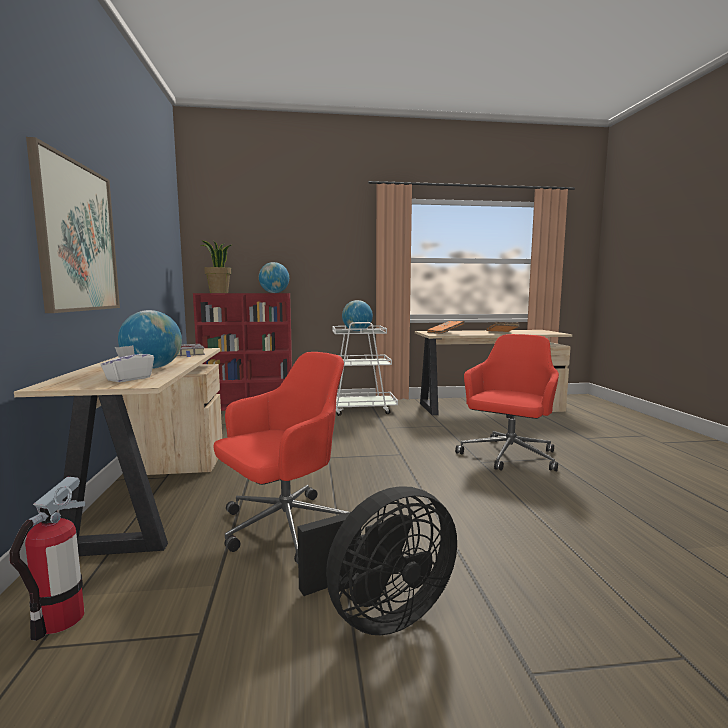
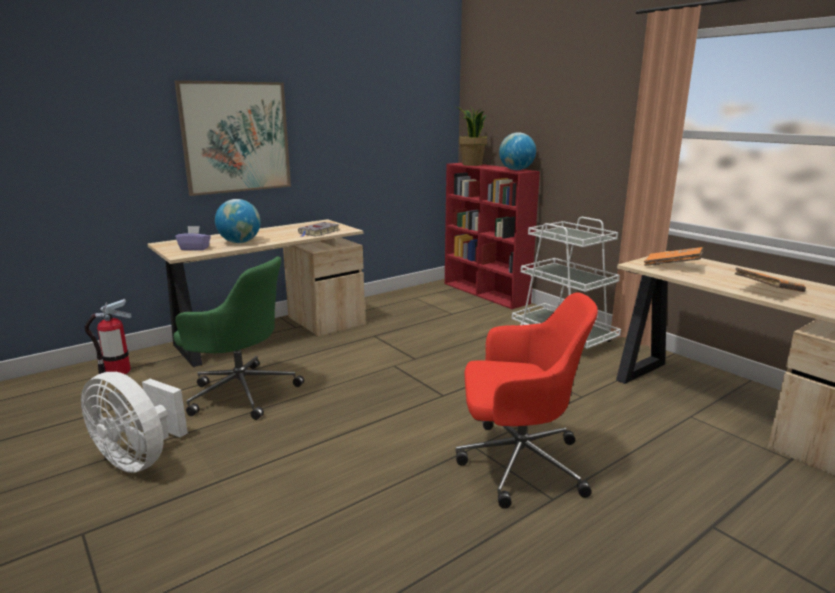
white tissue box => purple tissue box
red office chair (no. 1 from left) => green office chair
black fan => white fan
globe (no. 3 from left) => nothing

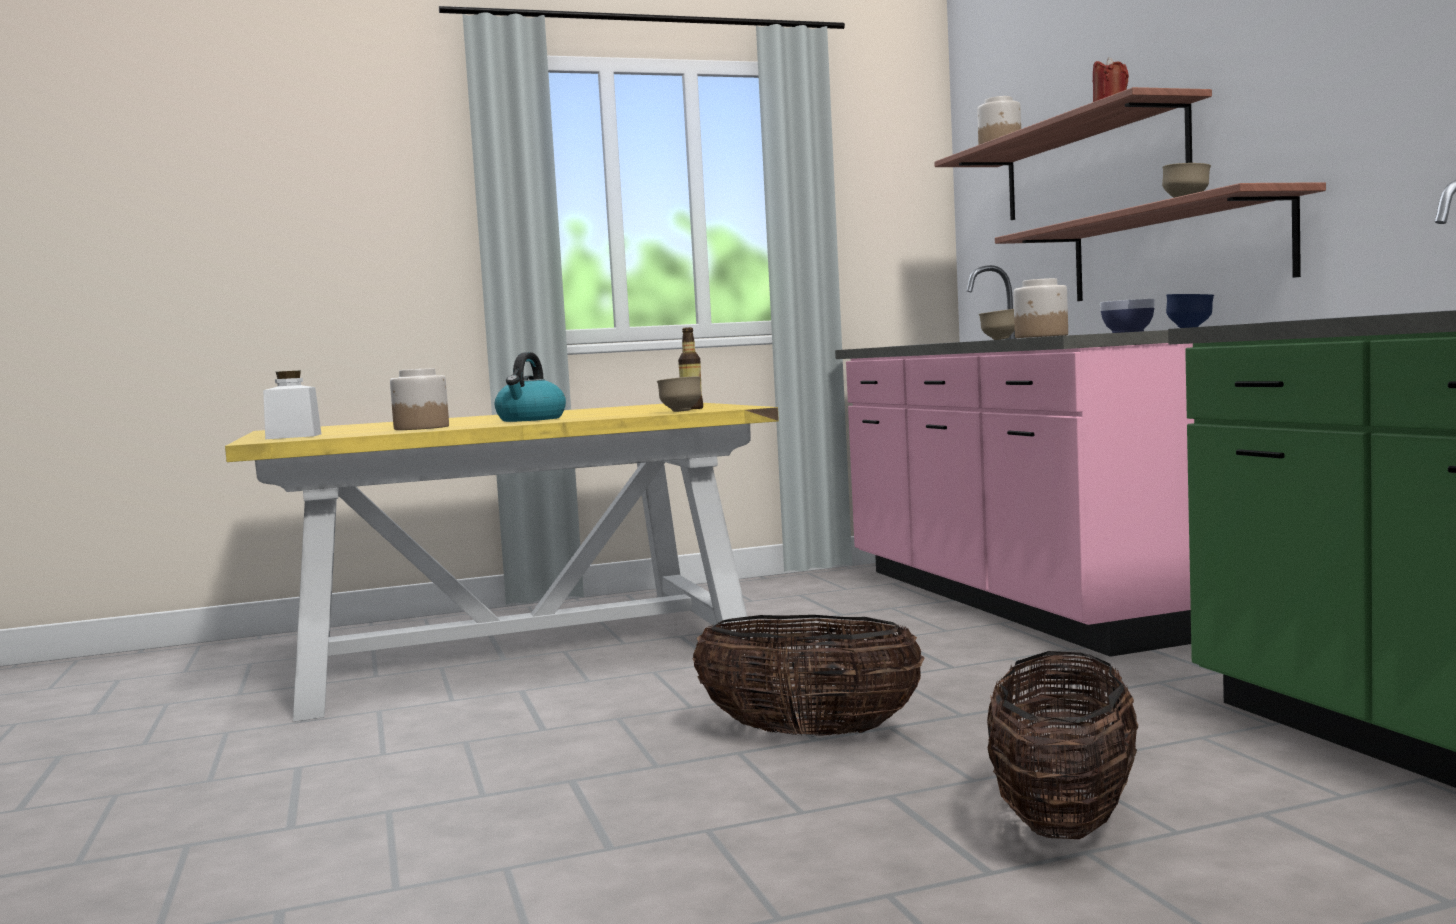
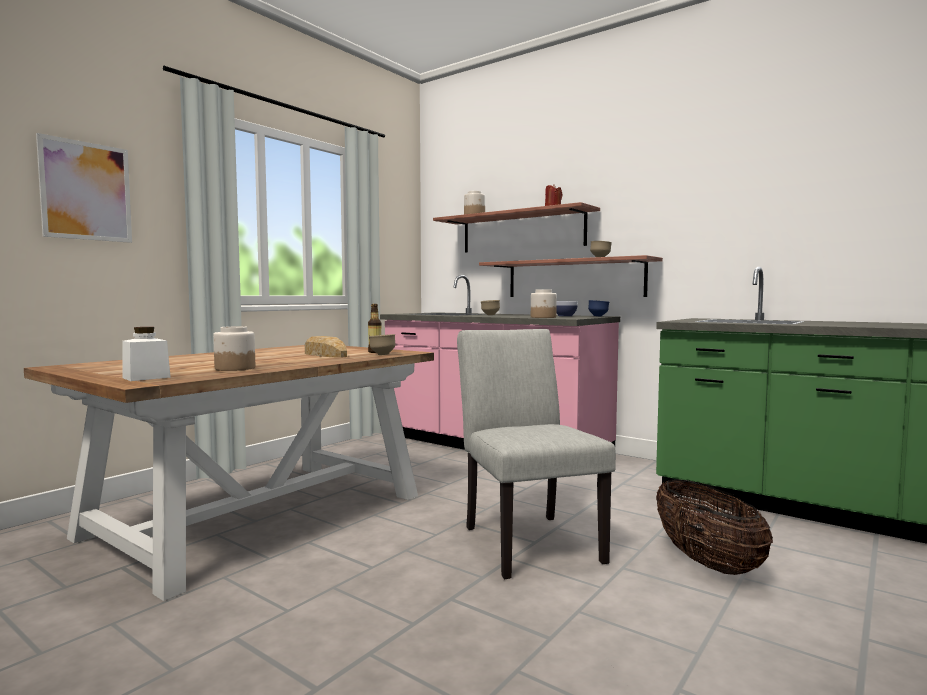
yellow dining table => brown dining table
kettle => nothing
basket (no. 1 from left) => grey chair
nothing => picture
nothing => bread

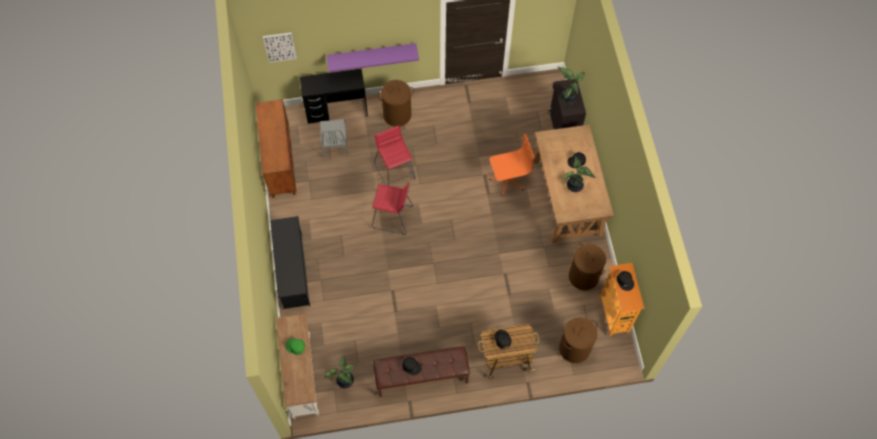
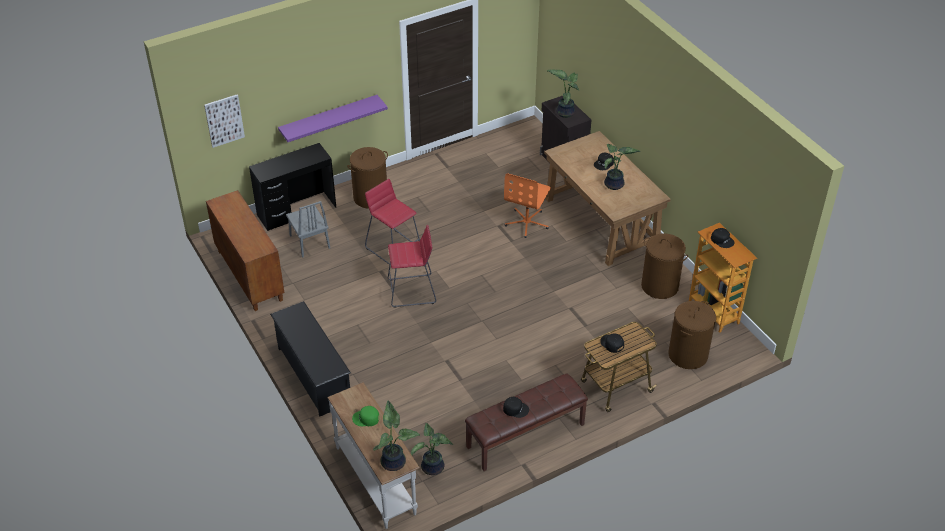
orange office chair, 150 degrees clockwise
nothing => potted plant (no. 1 from left)

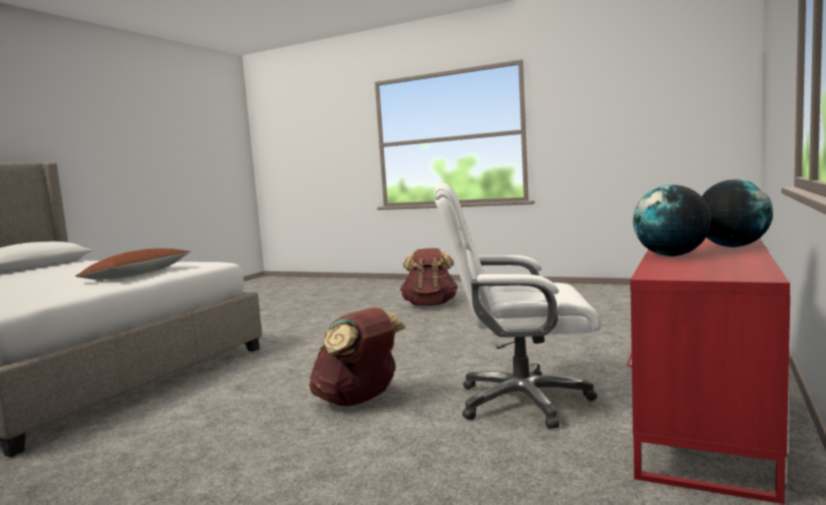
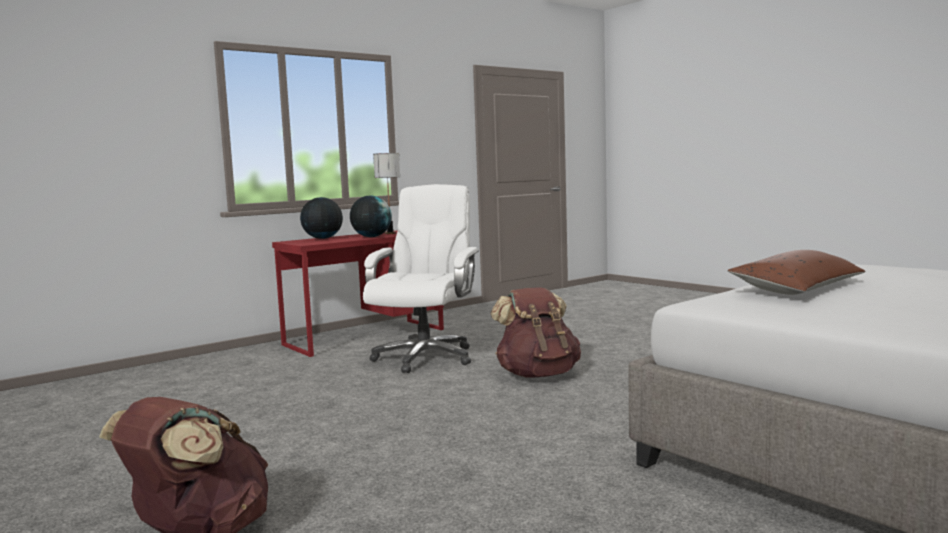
white office chair, 105 degrees counterclockwise
nothing => table lamp

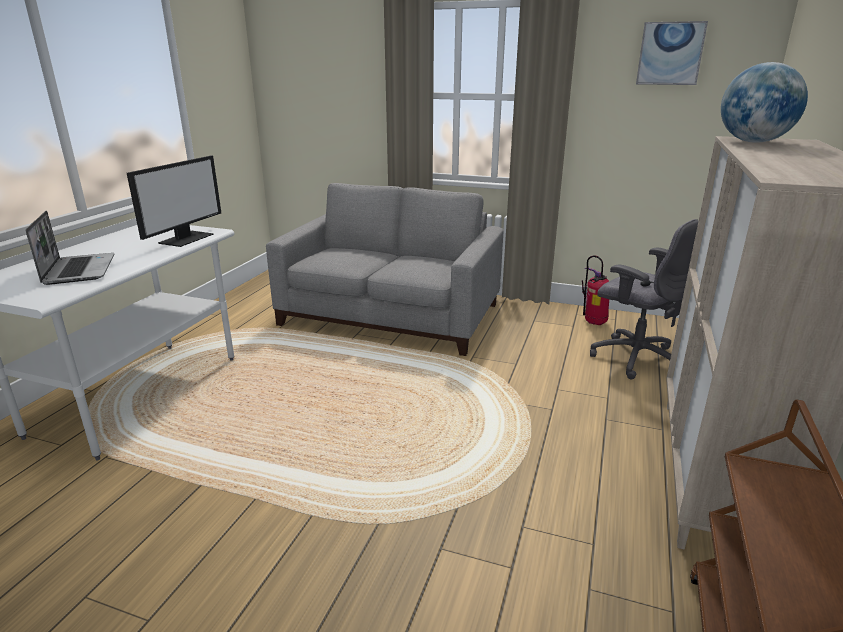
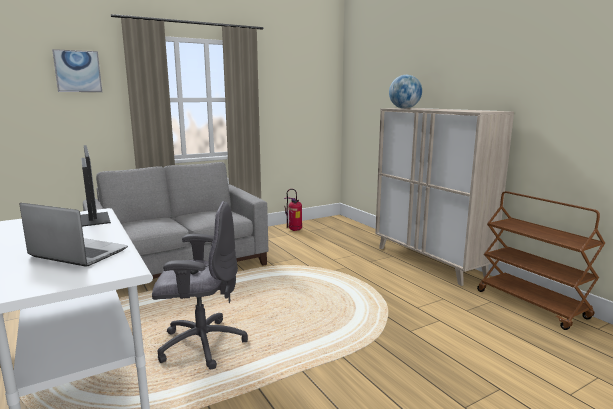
grey office chair, shifted
picture, shifted

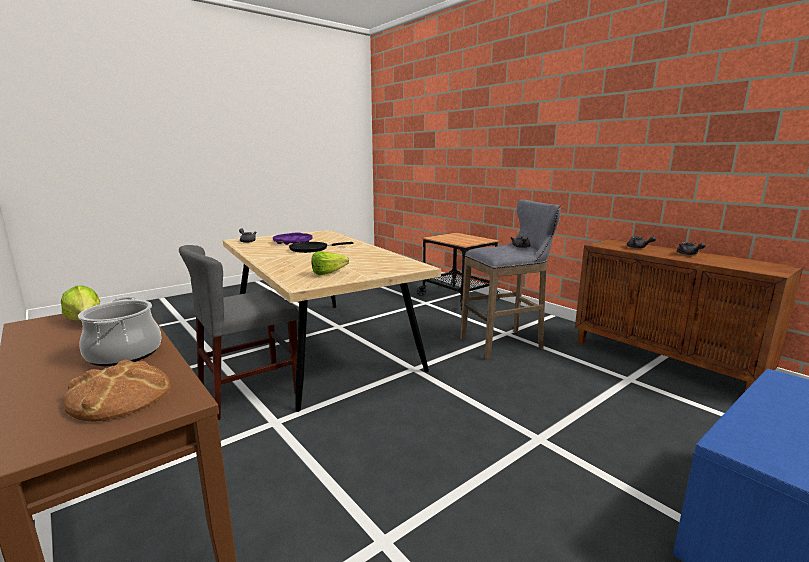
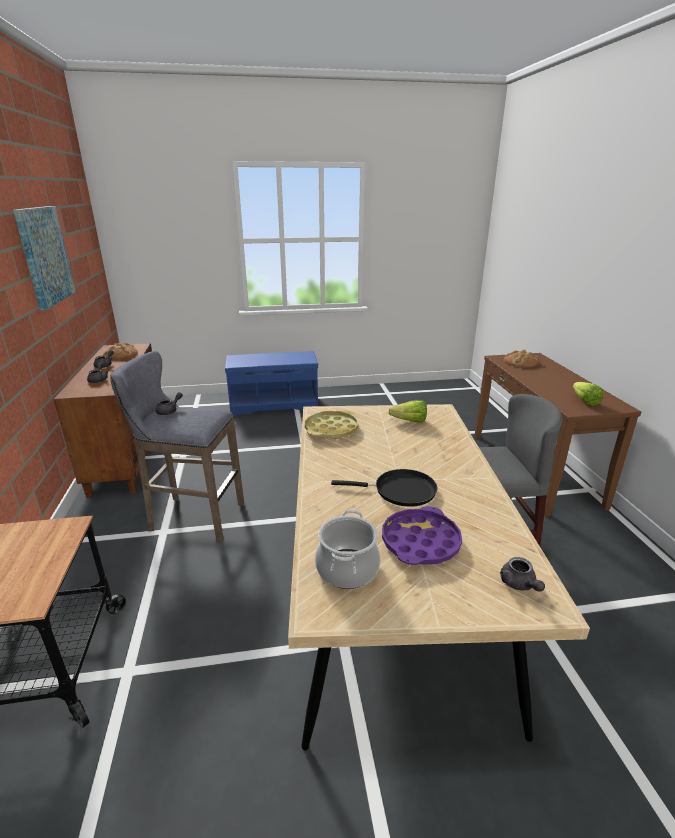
cooking pot, shifted
nothing => picture
nothing => bread (no. 1 from left)
nothing => yellow tray

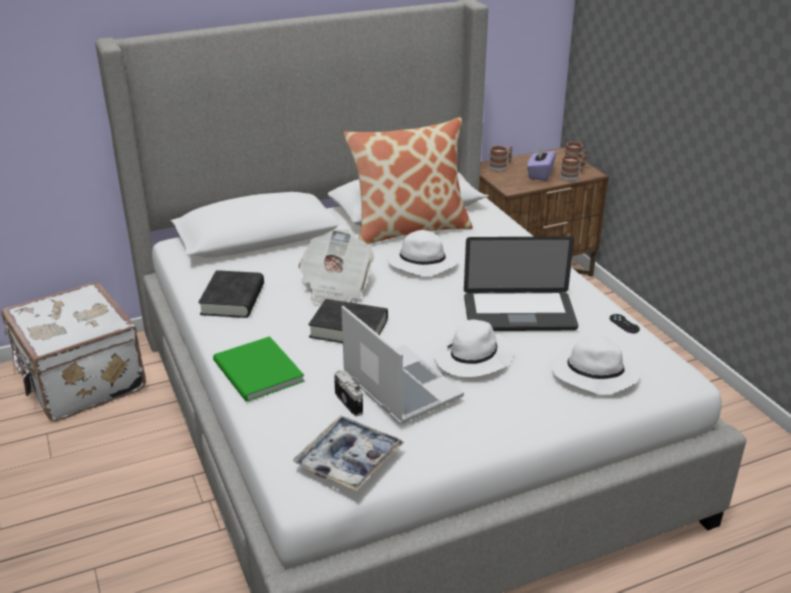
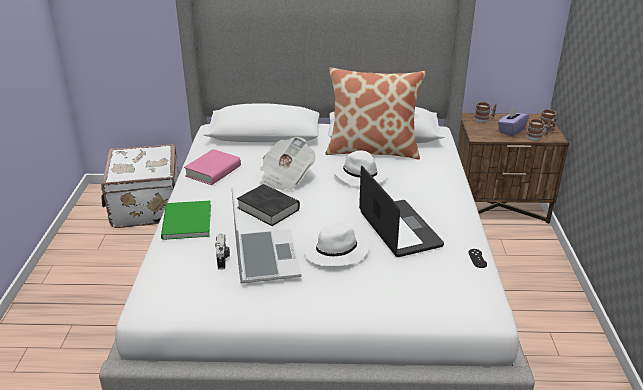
black book (no. 1 from left) => pink book
tray => nothing
laptop (no. 2 from left), 135 degrees counterclockwise
white hat (no. 3 from left) => nothing

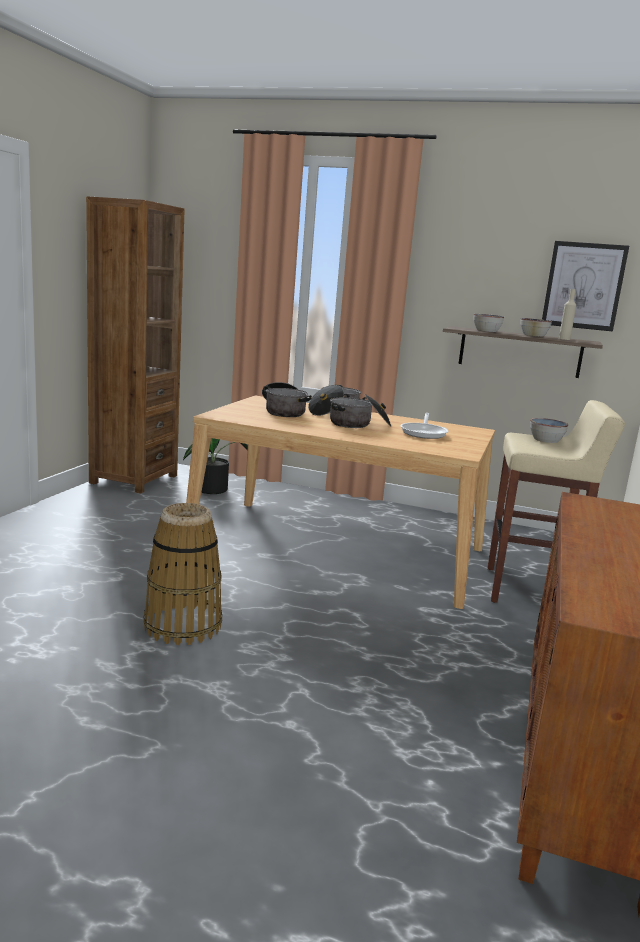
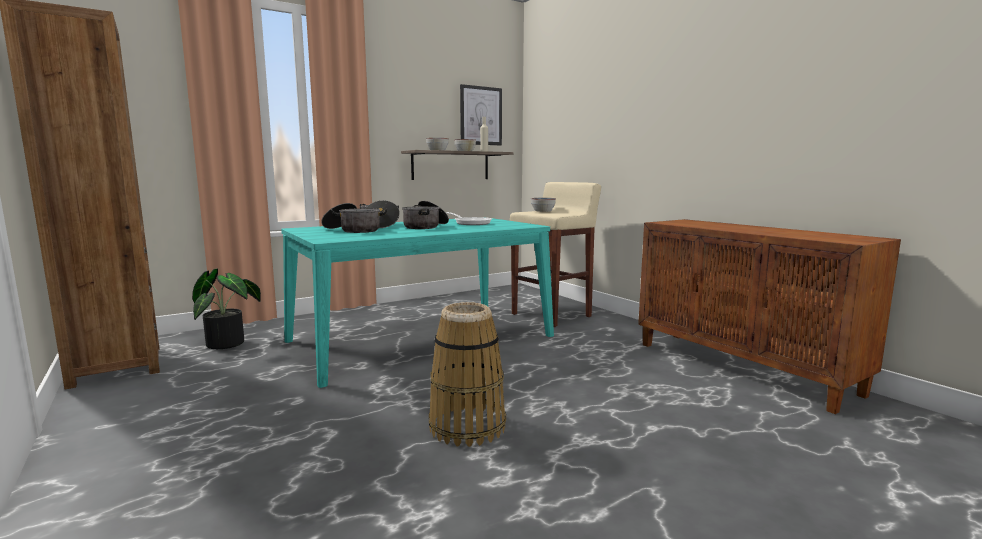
beige dining table => turquoise dining table

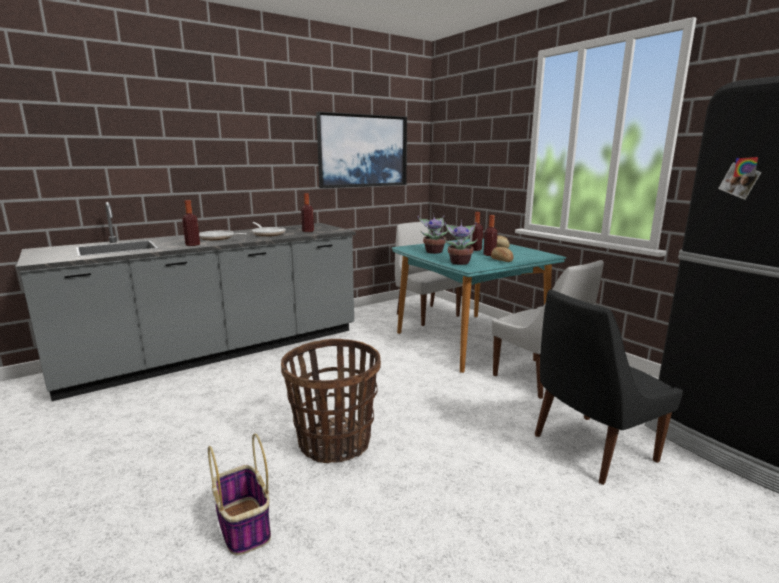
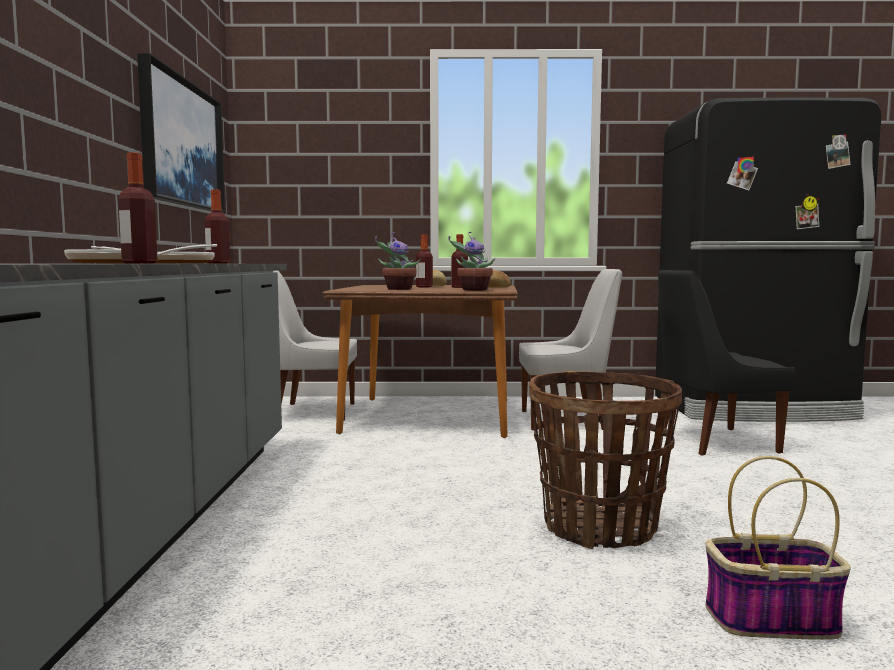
turquoise dining table => brown dining table
black chair, 75 degrees clockwise

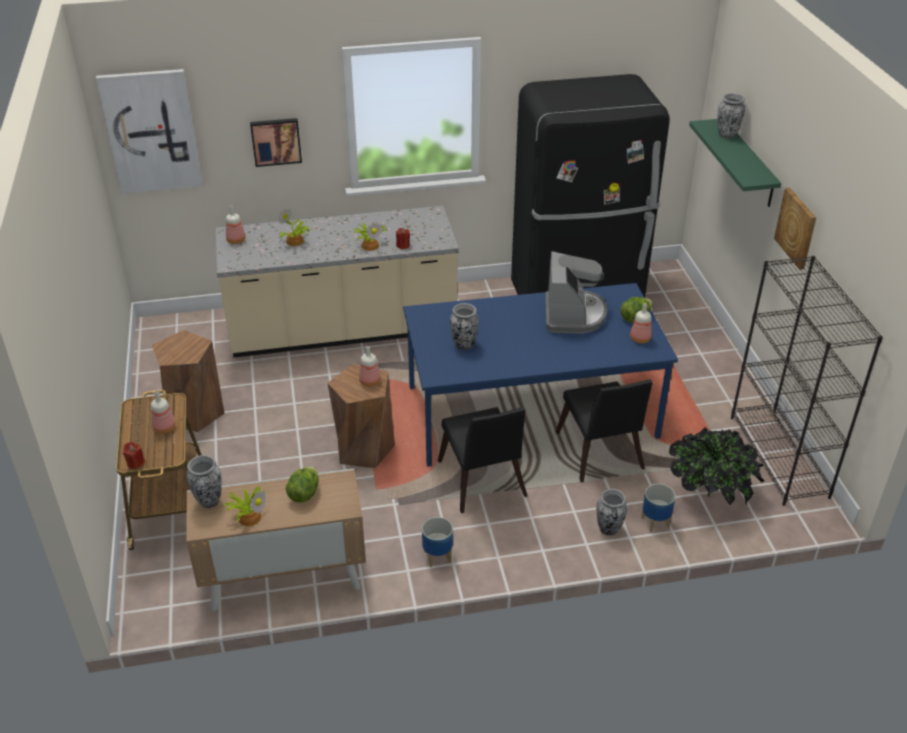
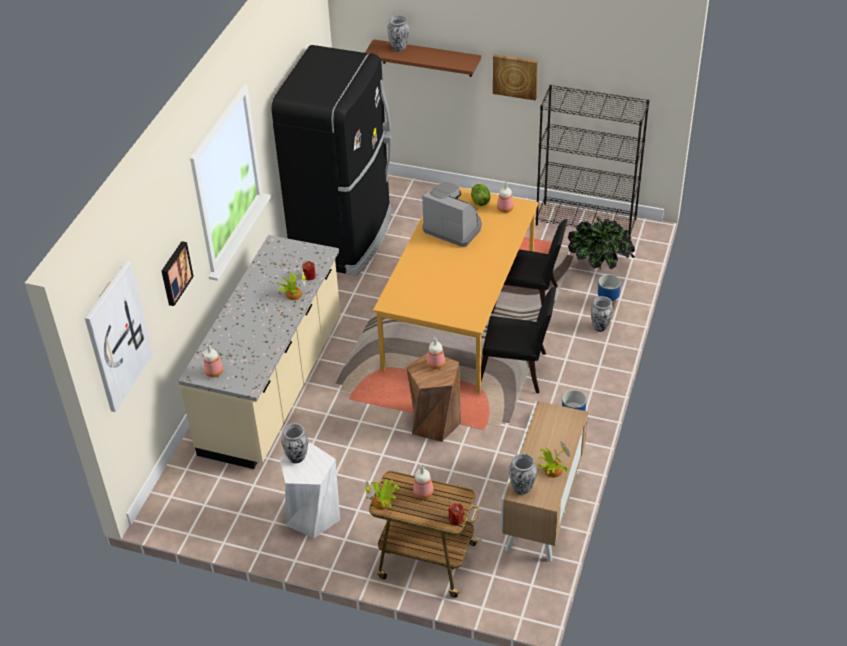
brown stool (no. 1 from left) => white stool
potted plant (no. 2 from left), shifted
lettuce (no. 1 from left) => nothing
blue dining table => orange dining table
vase (no. 2 from left in the first image) => vase (no. 1 from left), shifted
green shelf => brown shelf

